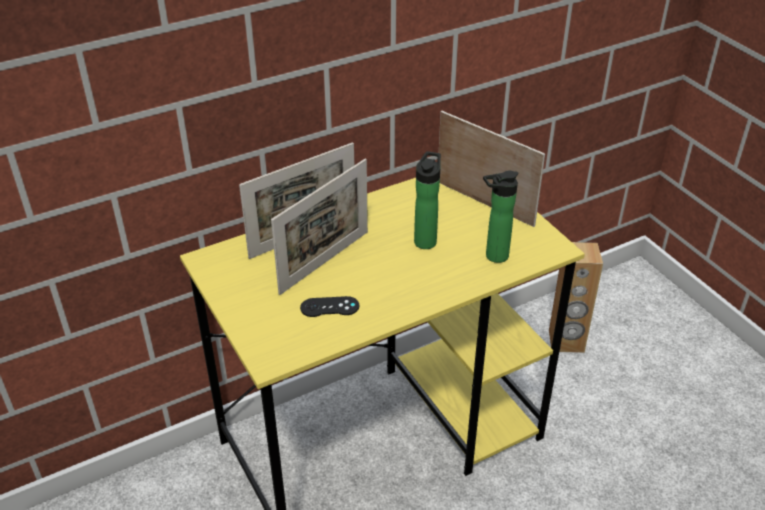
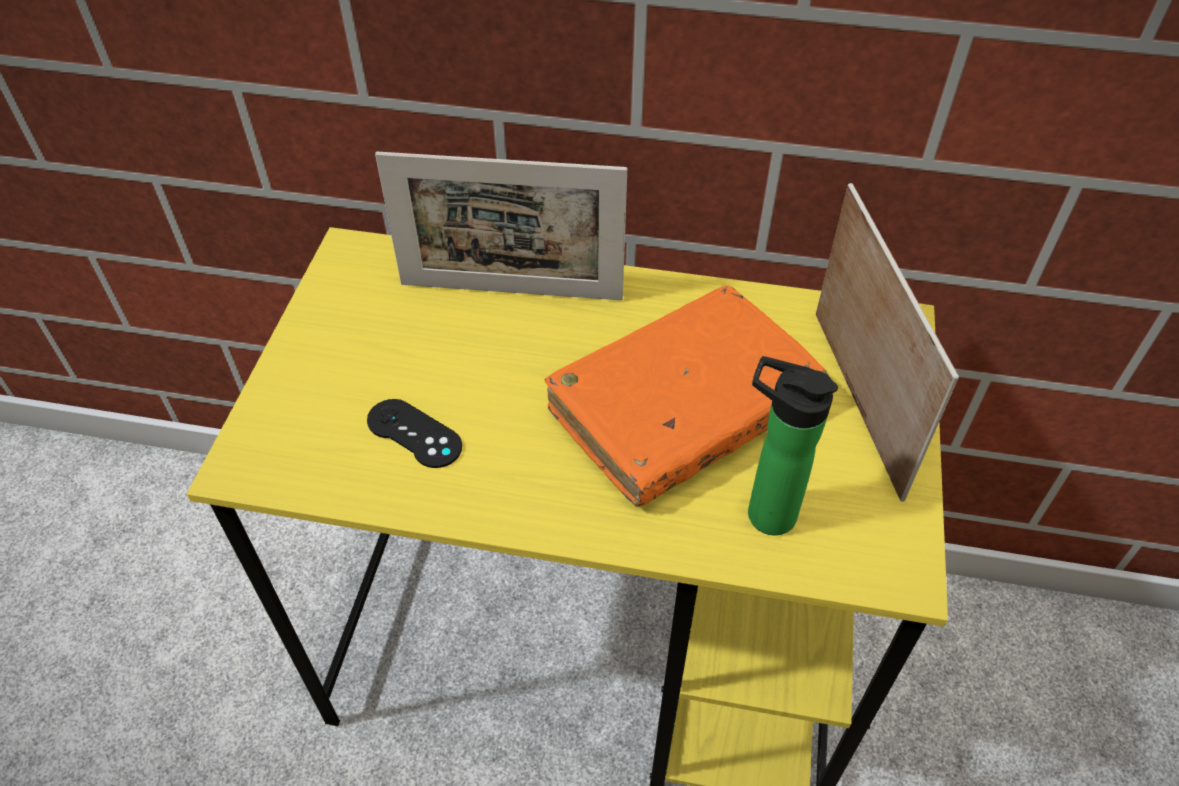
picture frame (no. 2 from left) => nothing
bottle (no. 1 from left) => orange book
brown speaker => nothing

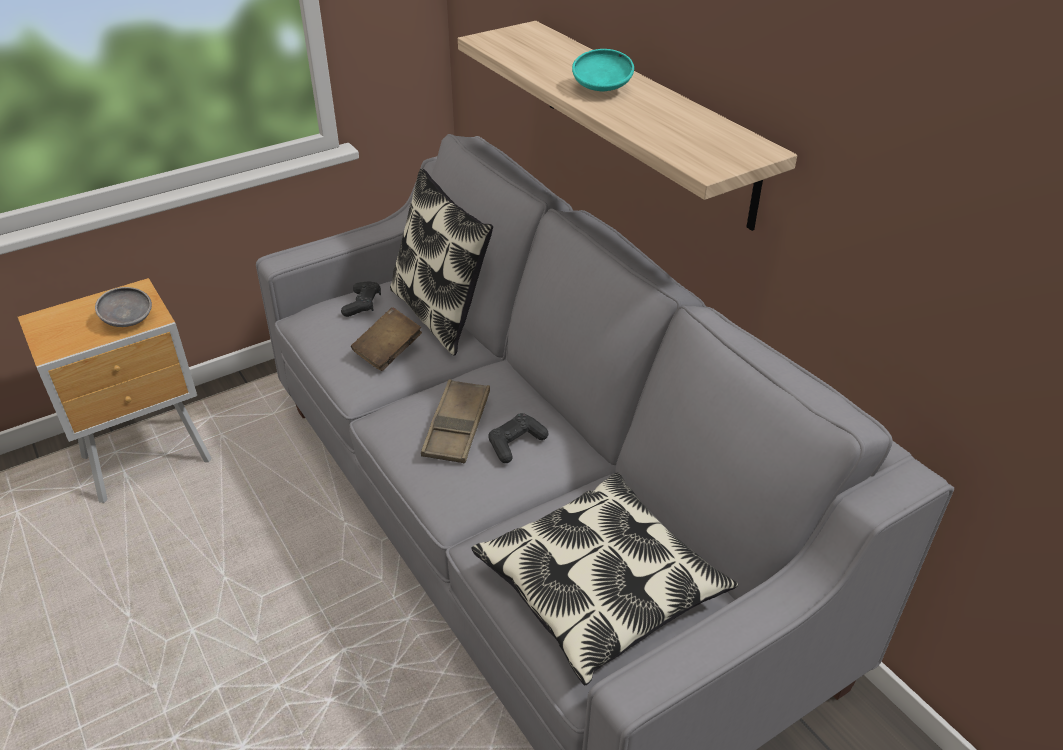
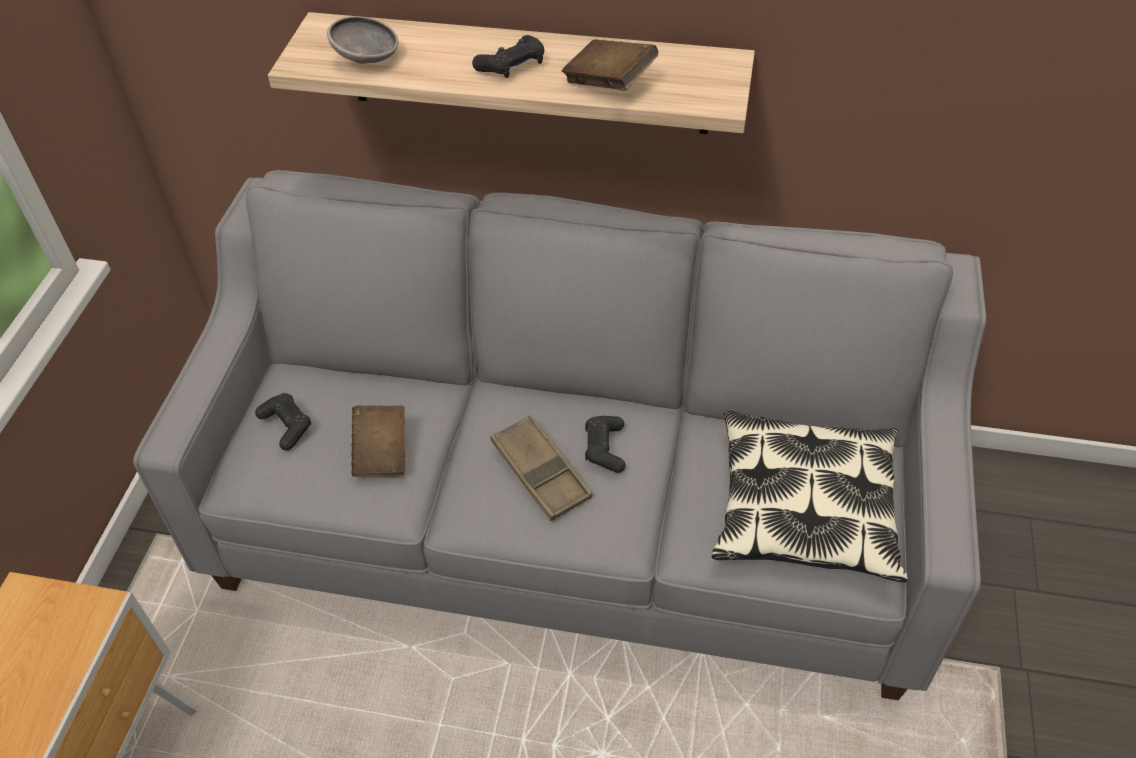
grey bowl, shifted
pillow (no. 1 from left) => nothing
turquoise bowl => black game controller (no. 2 from left)
nothing => brown book (no. 2 from left)

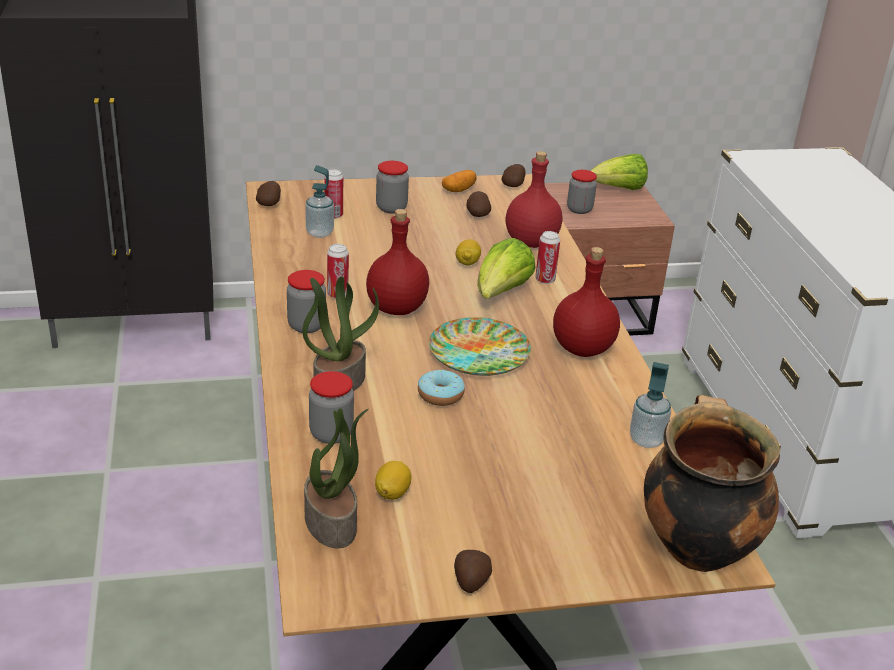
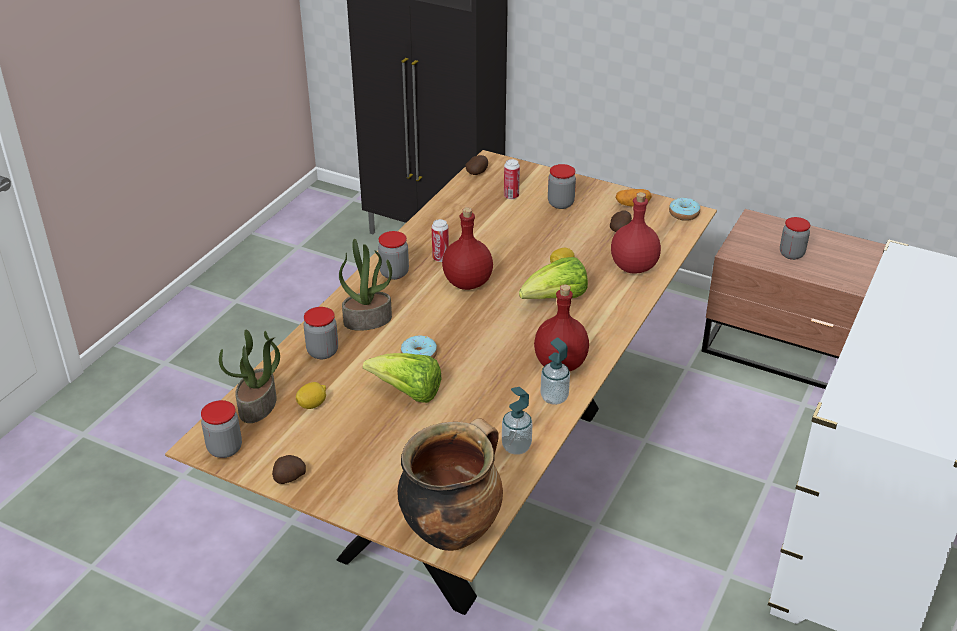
soap dispenser (no. 1 from left in the first image) => soap dispenser (no. 2 from left), shifted
plate => nothing
potato (no. 5 from left) => donut (no. 2 from left)
can (no. 3 from left) => nothing
lettuce (no. 2 from left in the first image) => lettuce (no. 1 from left), shifted
nothing => jar (no. 1 from left)

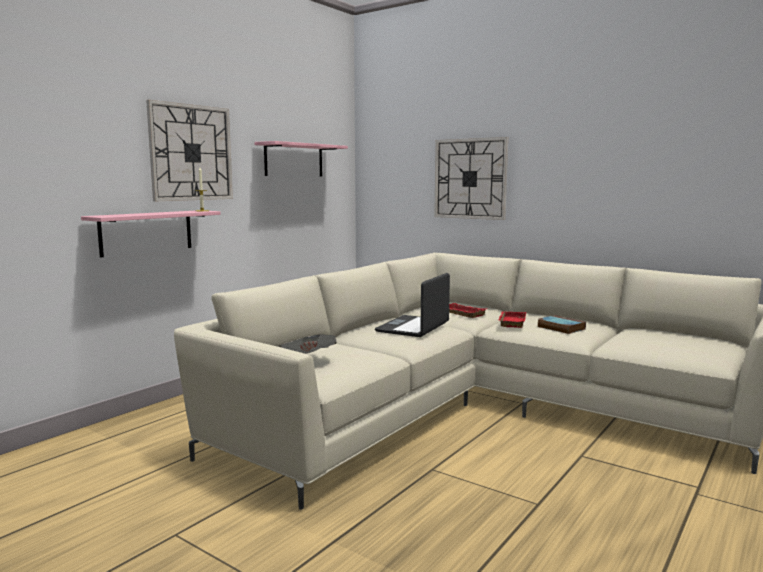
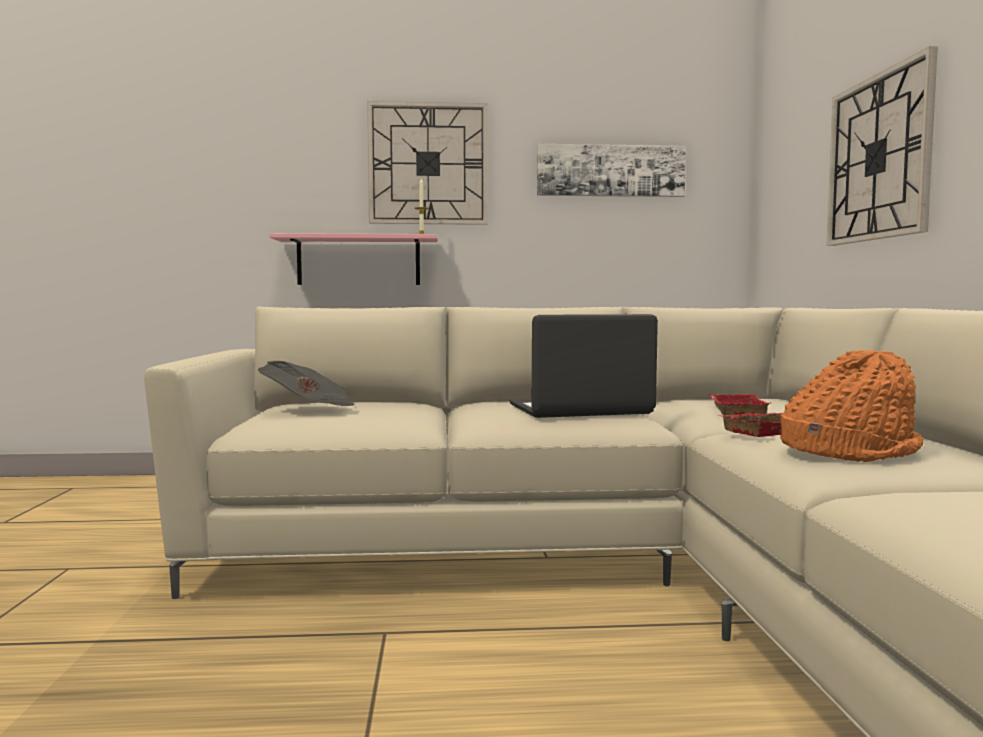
pink shelf (no. 2 from left) => picture
book => orange hat

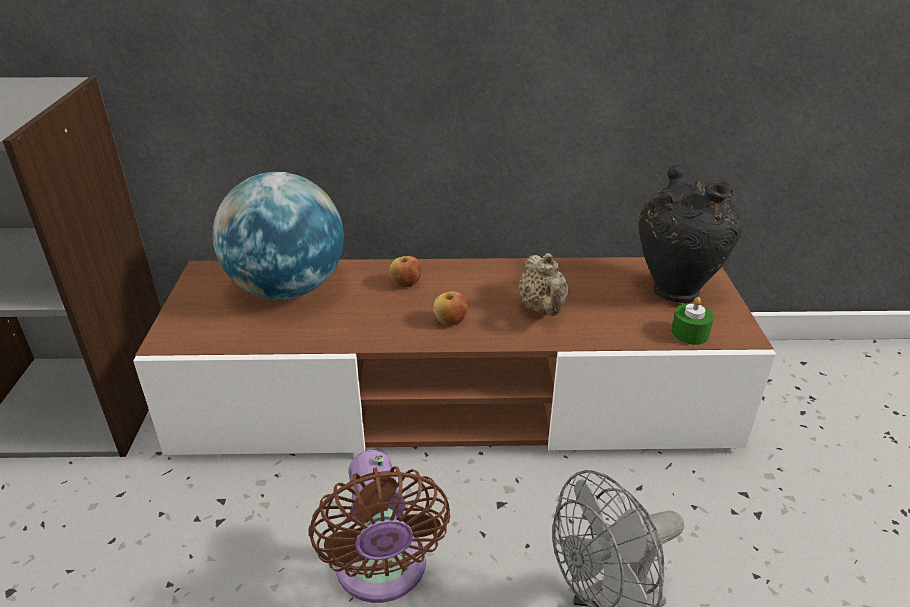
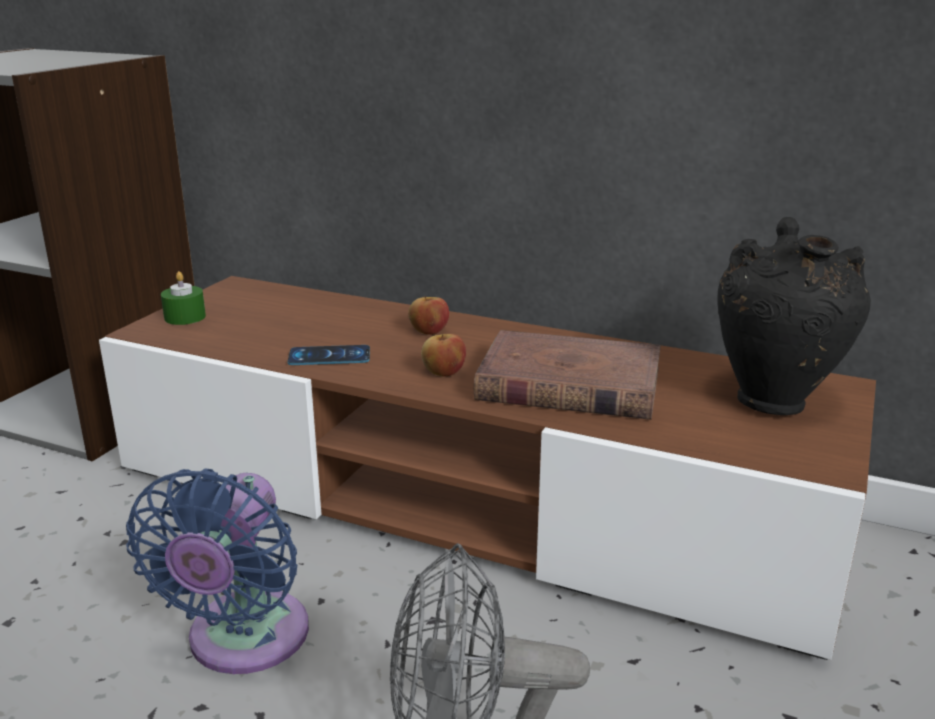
globe => nothing
brown fan => blue fan
beige teapot => brown book
green candle, shifted
nothing => phone

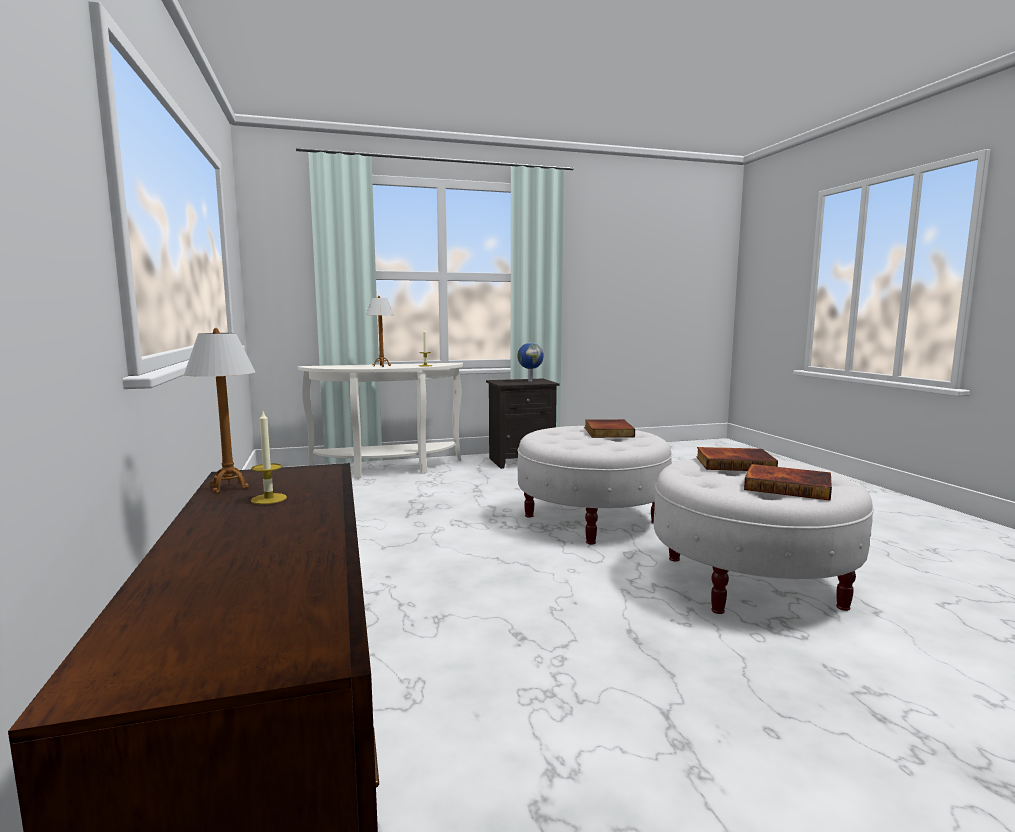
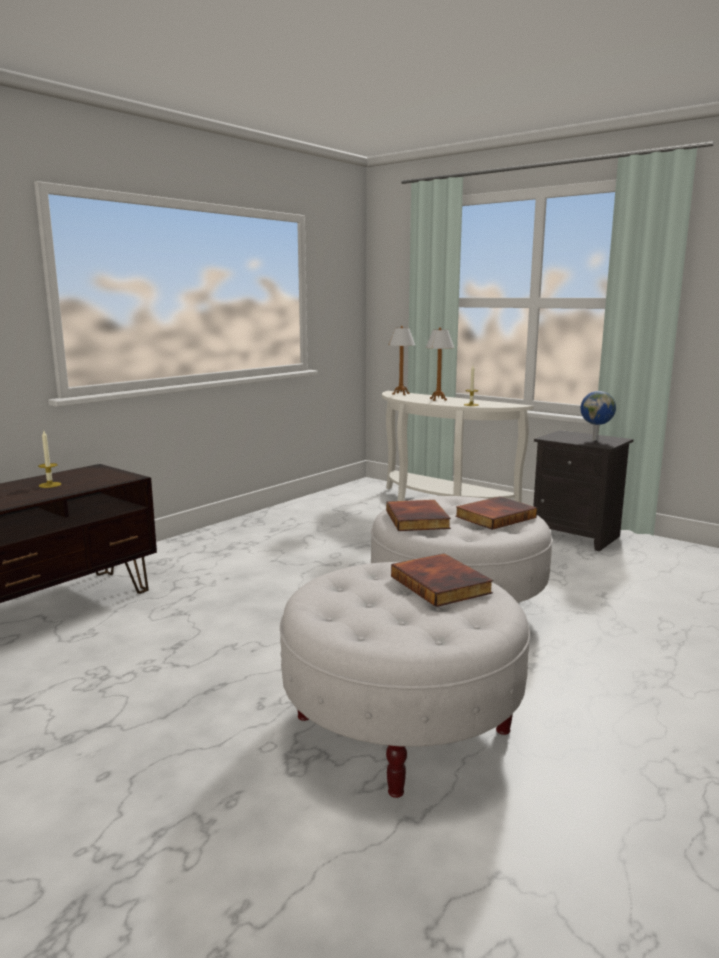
table lamp (no. 1 from left), shifted
book (no. 3 from left in the first image) => book (no. 1 from left), shifted

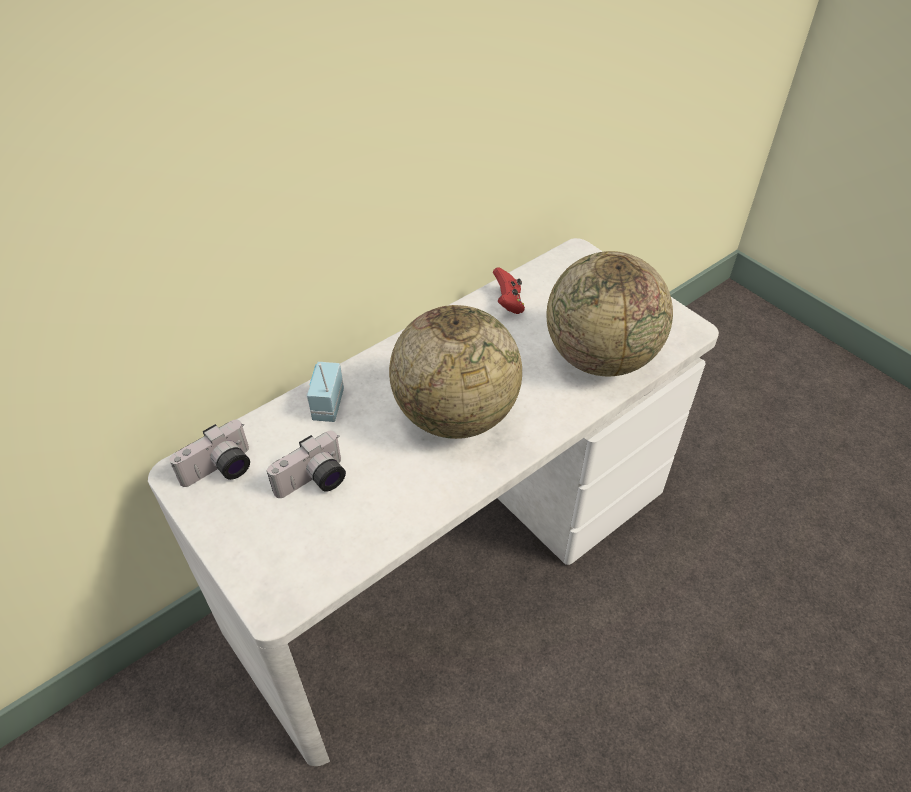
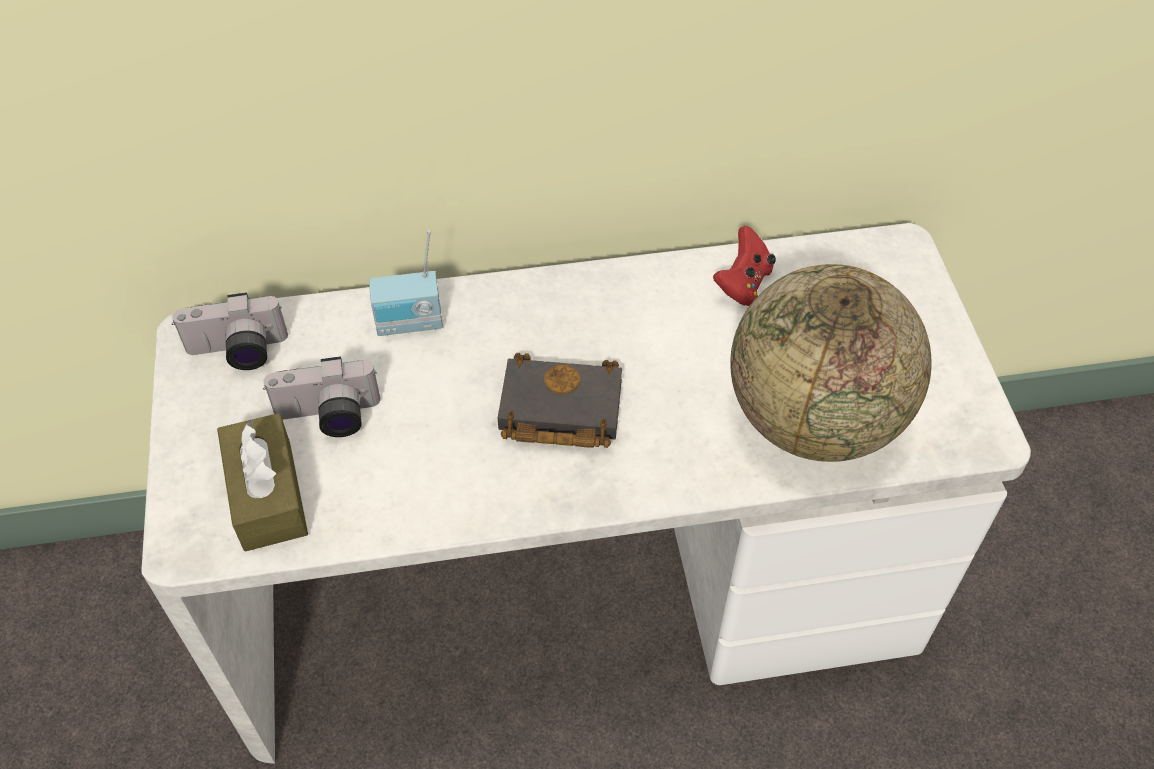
radio, 135 degrees counterclockwise
globe (no. 1 from left) => black book
nothing => brown tissue box

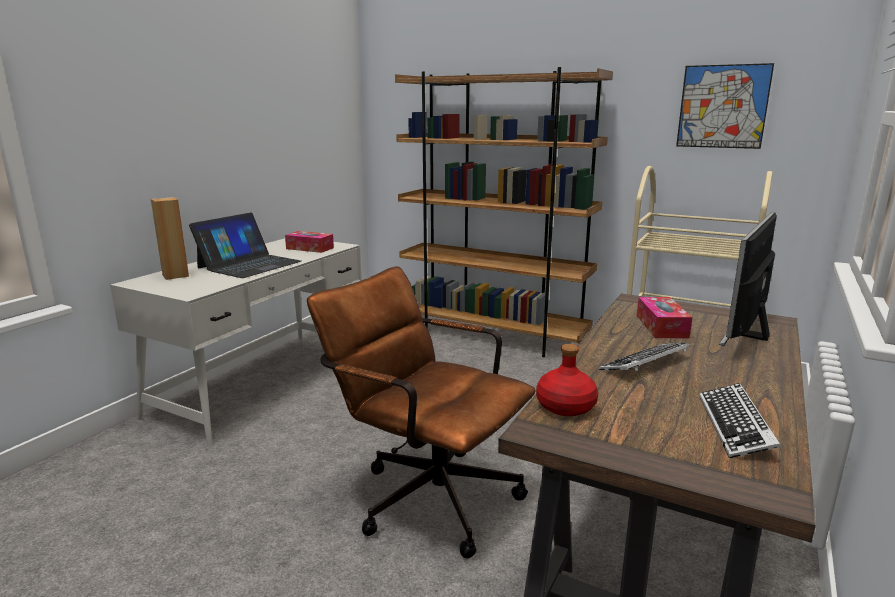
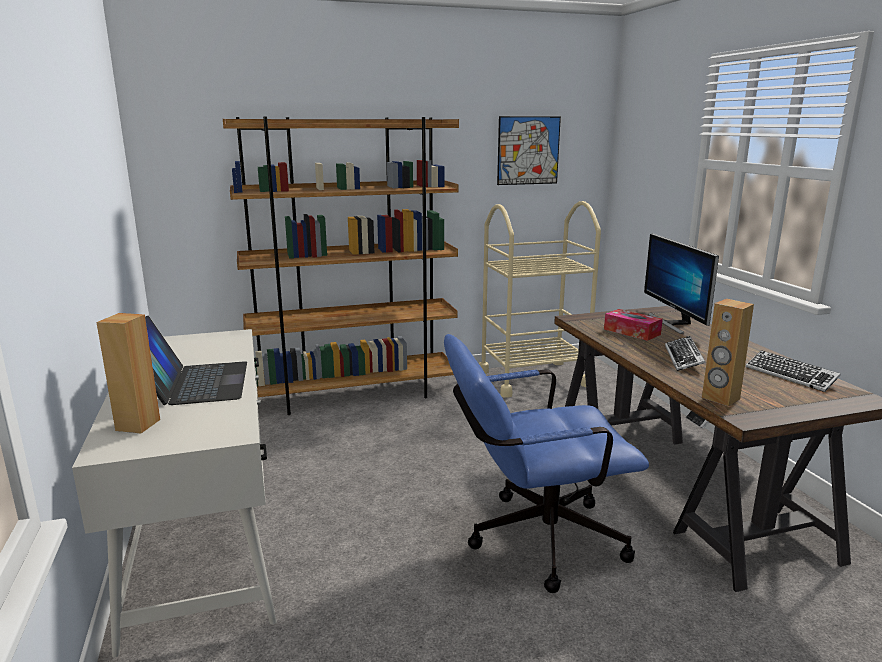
tissue box (no. 1 from left) => nothing
brown office chair => blue office chair
red bottle => brown speaker (no. 2 from left)

